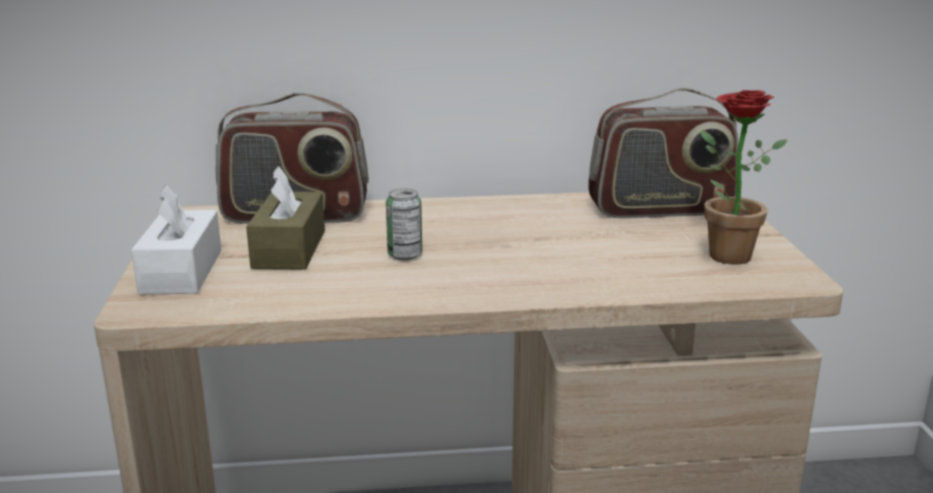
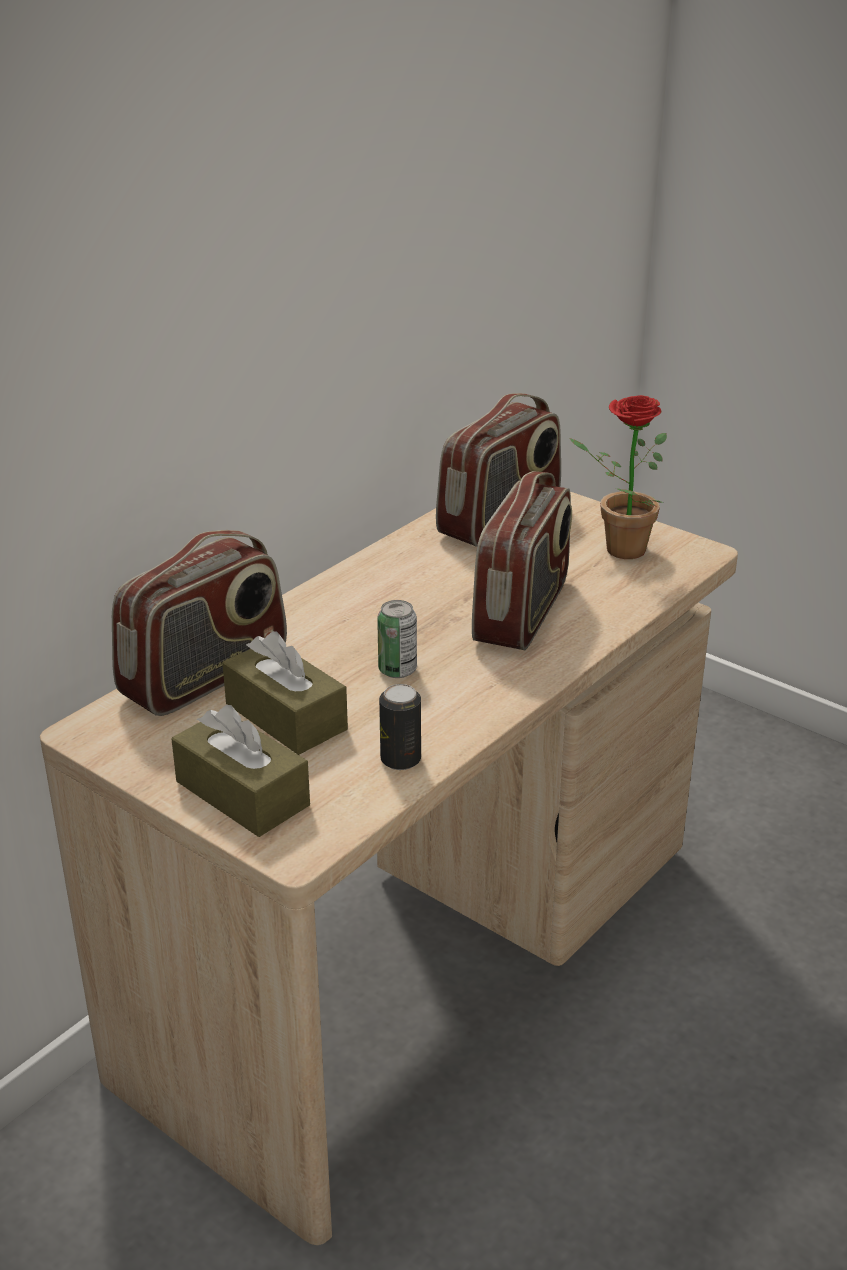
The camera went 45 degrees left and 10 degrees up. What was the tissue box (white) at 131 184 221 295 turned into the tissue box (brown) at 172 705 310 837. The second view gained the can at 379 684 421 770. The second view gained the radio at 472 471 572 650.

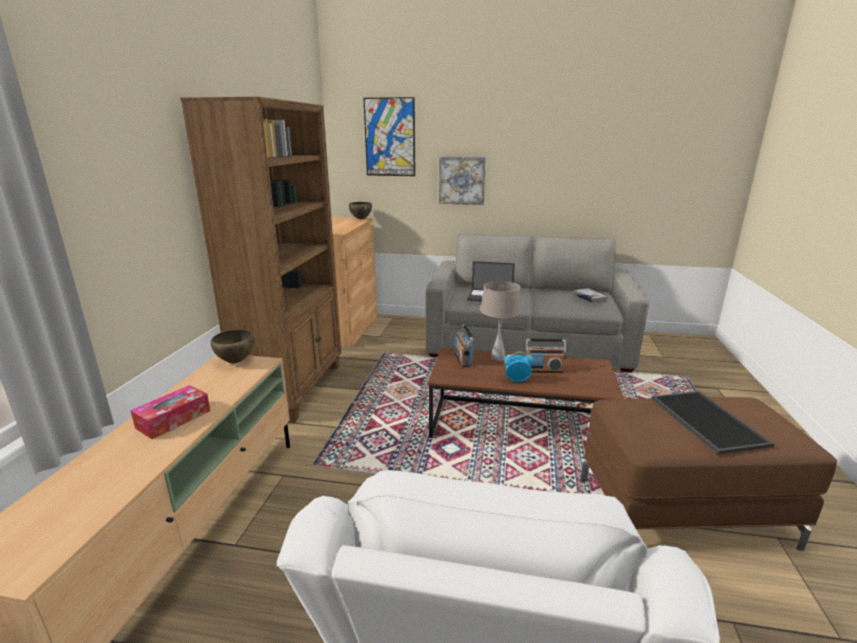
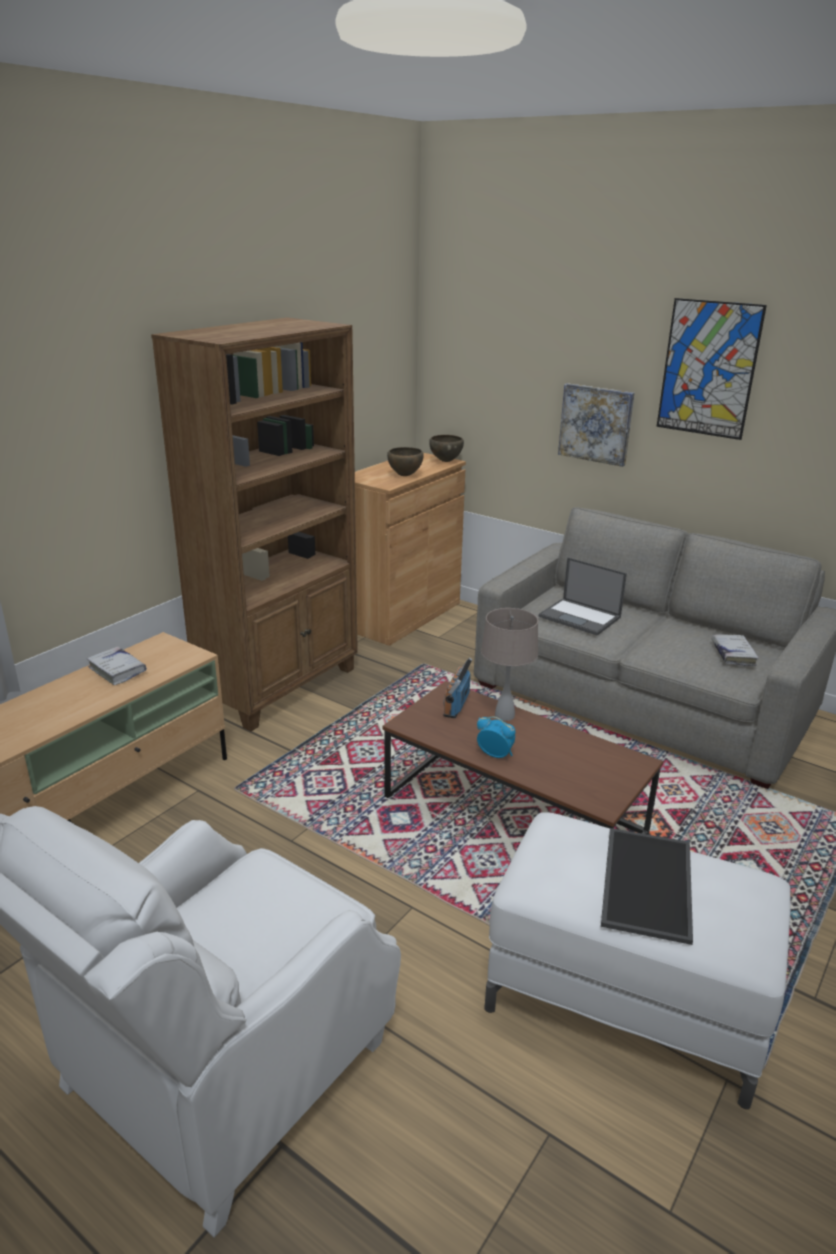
The camera went 25 degrees right and 5 degrees up. The second view lost the tissue box at 130 385 210 439. The bowl (brown) ended up elsewhere, having gone from 211 330 254 363 to 387 447 424 476. The picture ended up elsewhere, having gone from 363 97 415 176 to 656 298 767 440. The second view lost the radio at 526 339 566 373. What was the ottoman (brown) at 580 397 837 551 turned into the ottoman (white) at 484 812 790 1109. The second view gained the book (white) at 87 647 147 685.

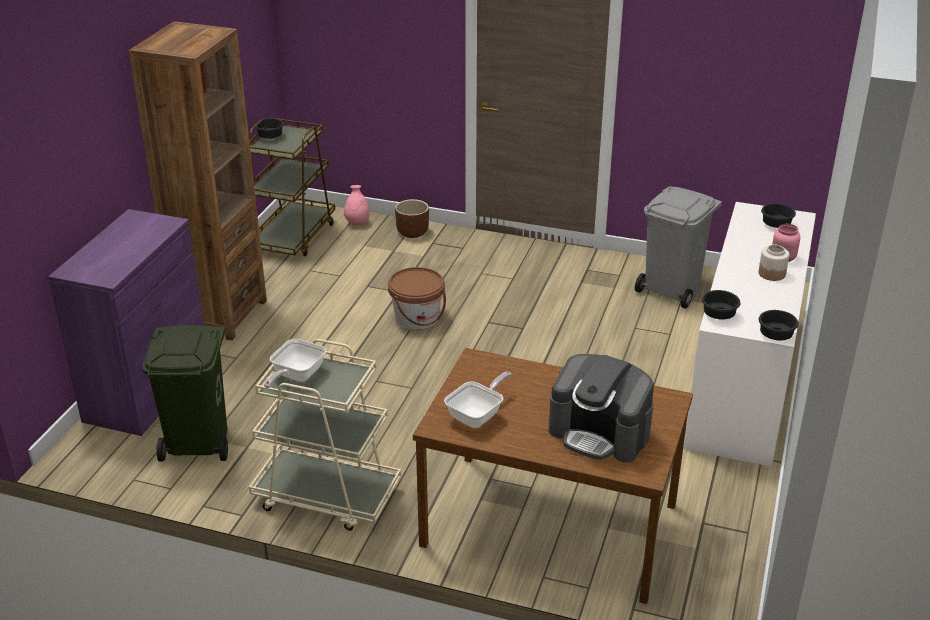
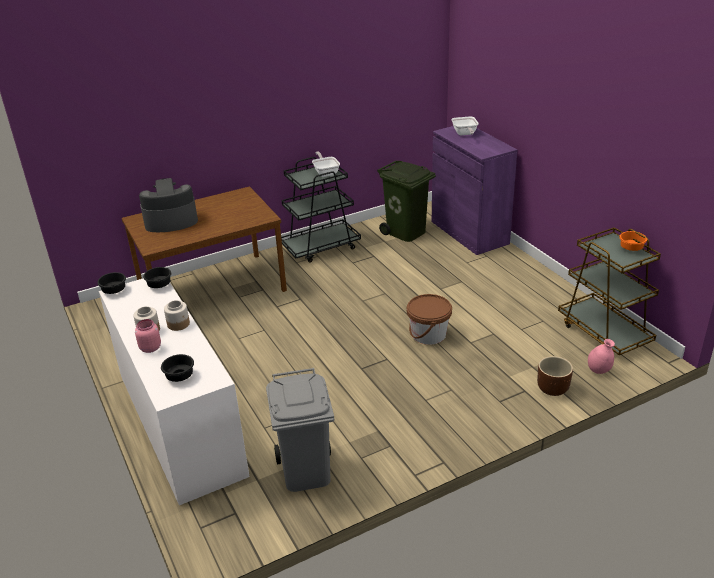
The camera went 135 degrees right and 0 degrees up. The second view lost the bookcase (brown) at 129 21 267 341. What was the cart (beige) at 249 339 401 531 turned into the cart (black) at 281 157 361 263. What was the bowl (black) at 255 118 284 139 turned into the bowl (orange) at 619 231 647 251. The frying pan ended up elsewhere, having gone from 444 372 511 428 to 451 117 479 135. The second view gained the jar at 164 300 190 331.

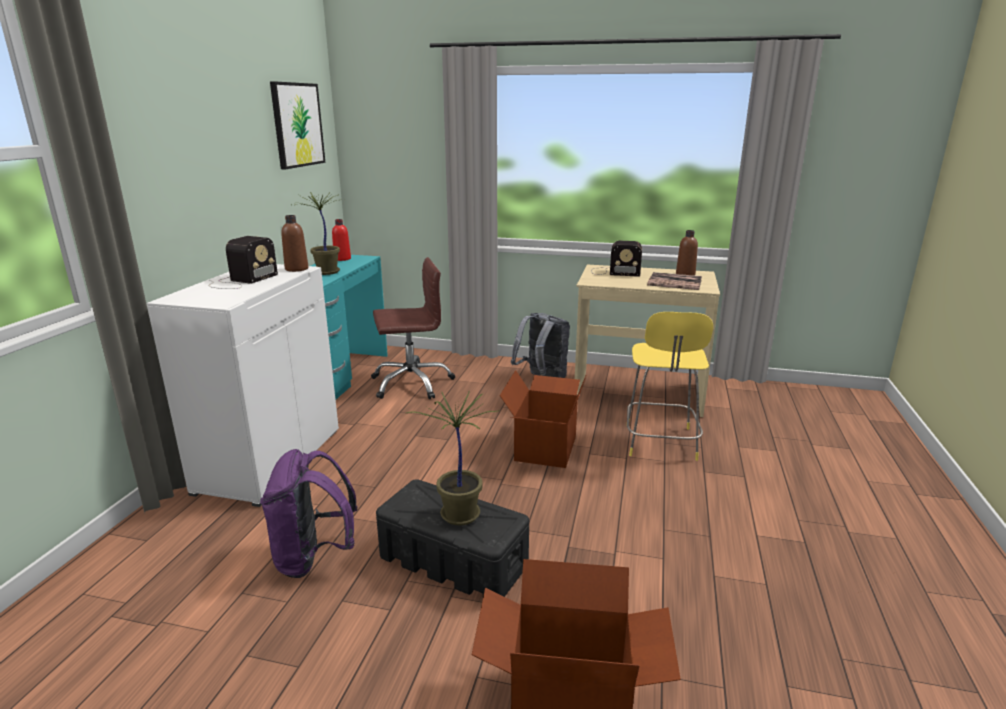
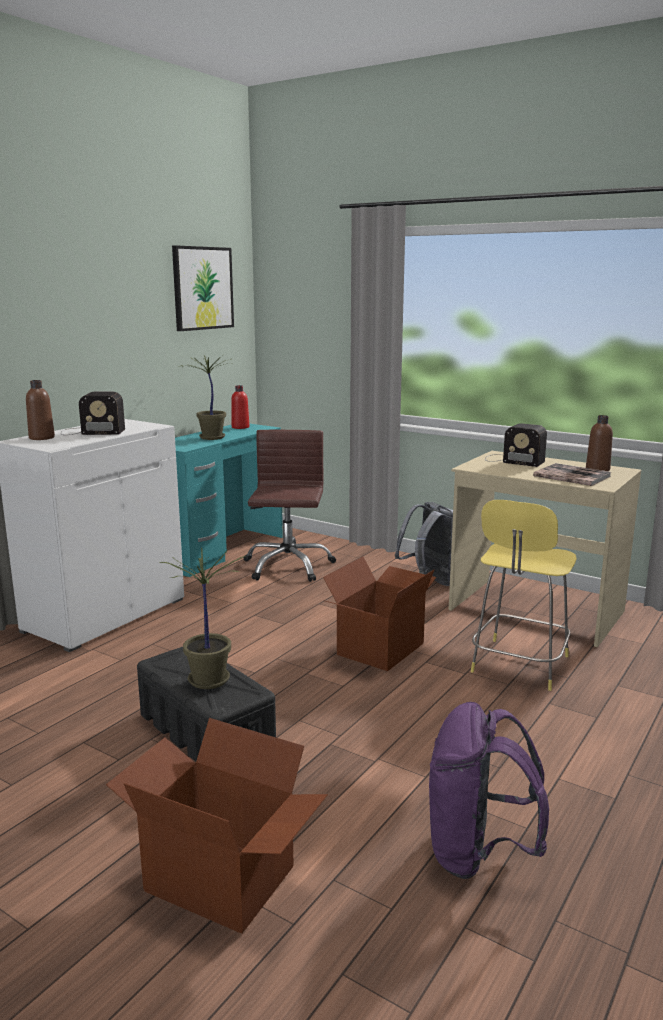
The camera went 20 degrees right and 5 degrees down. The radio at 209 236 278 289 ended up facing another way, 45 degrees clockwise from before. The backpack (purple) ended up elsewhere, having gone from 260 449 357 578 to 429 702 549 879. The bottle (brown) ended up elsewhere, having gone from 281 215 309 272 to 26 380 55 440. The office chair (brown) at 371 257 455 399 ended up facing another way, 90 degrees counterclockwise from before.

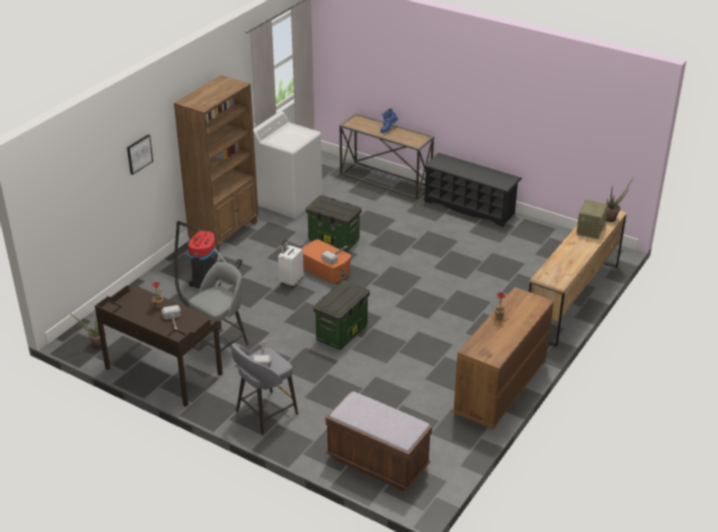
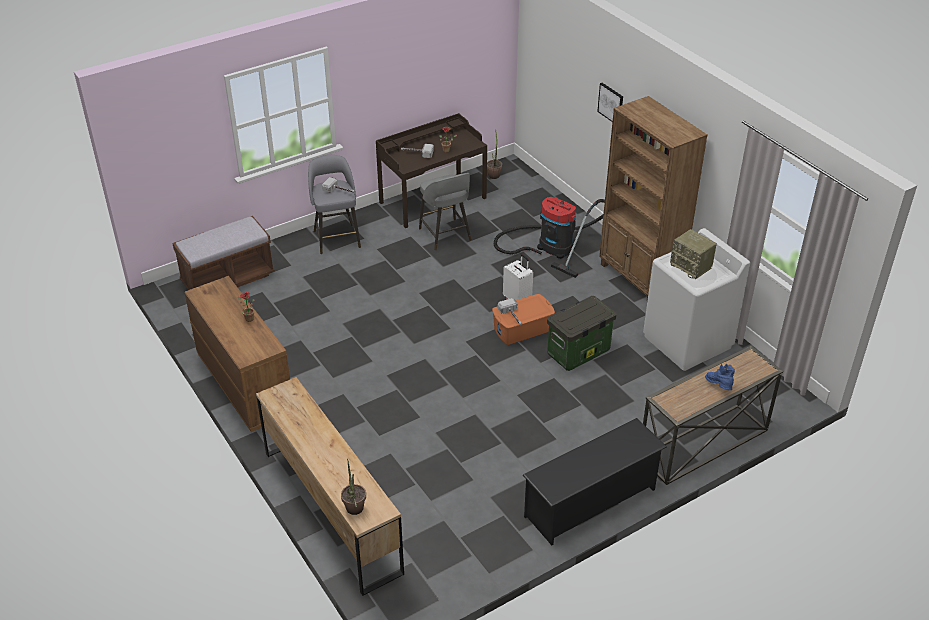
The camera went 115 degrees right and 5 degrees up. The second view lost the storage box at 313 280 370 350. The radio ended up elsewhere, having gone from 577 200 608 239 to 670 229 717 279.

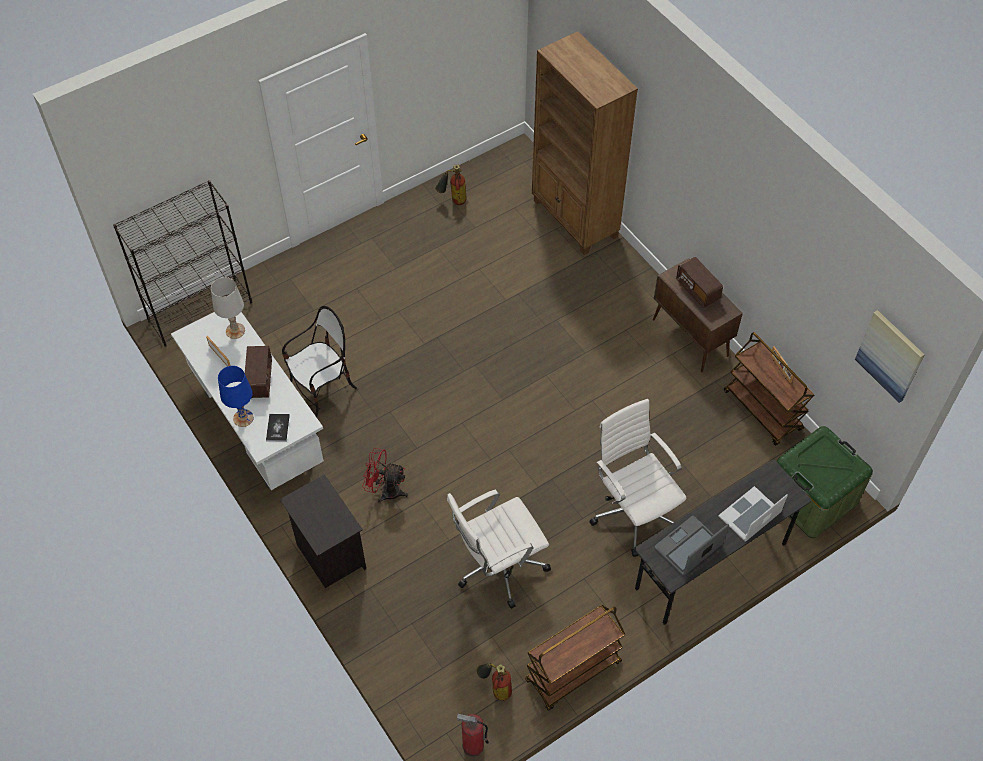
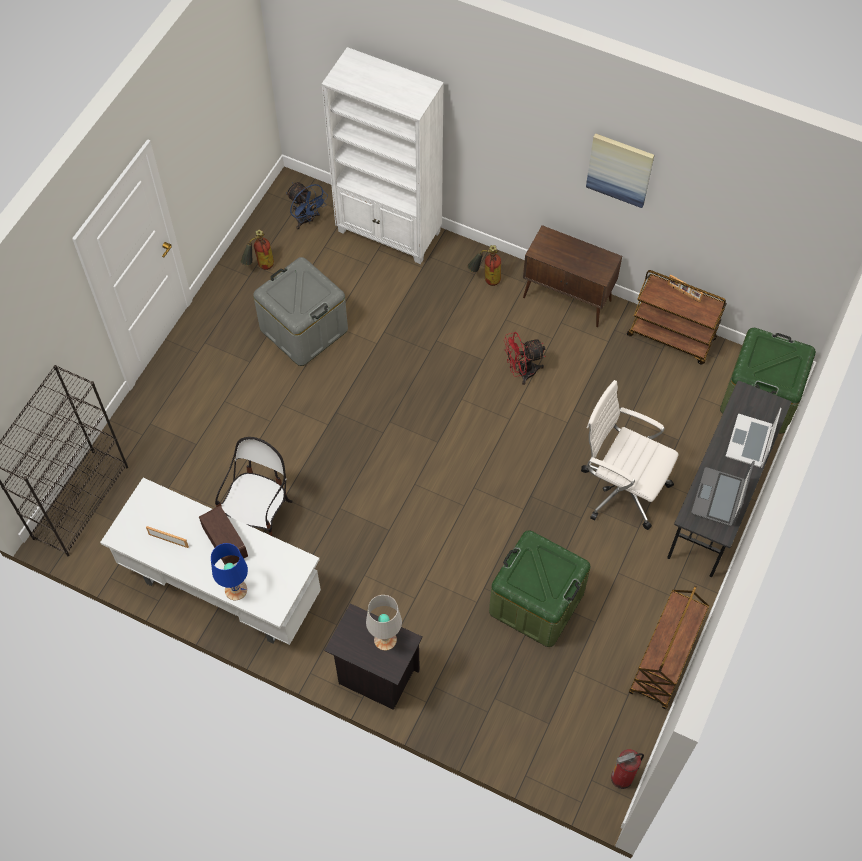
The camera went 30 degrees left and 5 degrees up. The table lamp (white) ended up elsewhere, having gone from 211 277 245 339 to 366 595 402 651. The second view lost the book at 266 414 290 442. The fan (red) ended up elsewhere, having gone from 362 448 408 503 to 504 332 545 385. Where the office chair (white) stood at 447 490 551 609, the storage box (green) came to stand at 489 530 591 647. The fire extinguisher ended up elsewhere, having gone from 477 663 512 701 to 468 245 501 286. What was the bookcase (brown) at 532 31 638 255 turned into the bookcase (white) at 322 47 444 264. The second view lost the radio at 676 257 723 308. The picture ended up elsewhere, having gone from 855 310 925 403 to 586 133 654 208. The second view gained the storage box (grey) at 253 257 348 366. The second view gained the fan (blue) at 286 182 328 229.

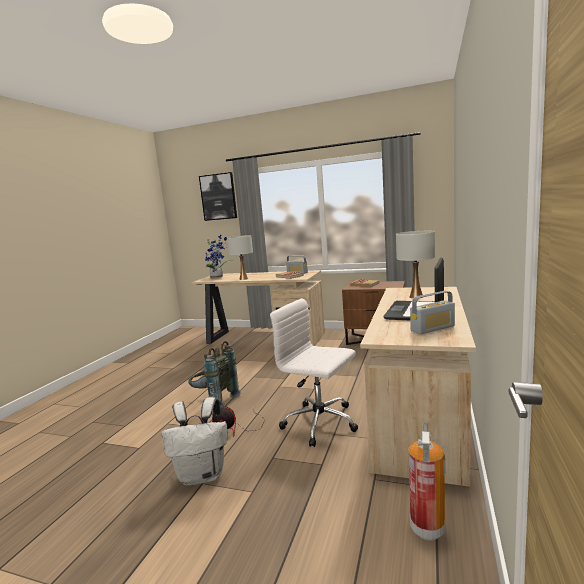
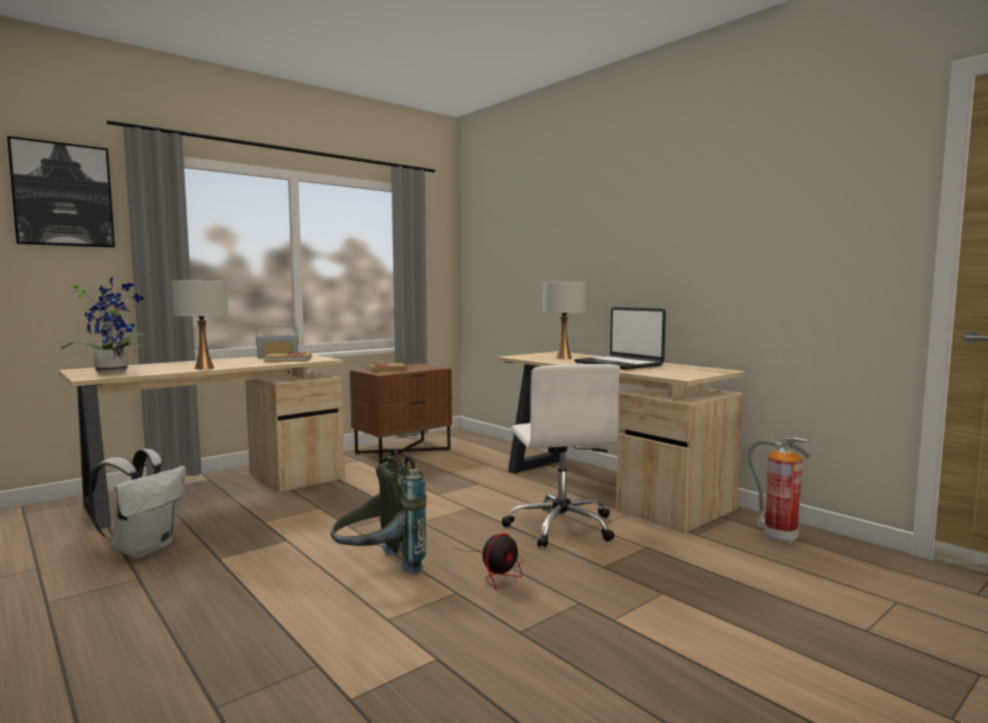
The camera went 60 degrees left and 5 degrees down. The backpack (white) ended up elsewhere, having gone from 162 397 228 486 to 88 449 186 558. The office chair (white) at 270 298 358 447 ended up facing another way, 75 degrees counterclockwise from before. The second view lost the radio at 410 291 455 334.

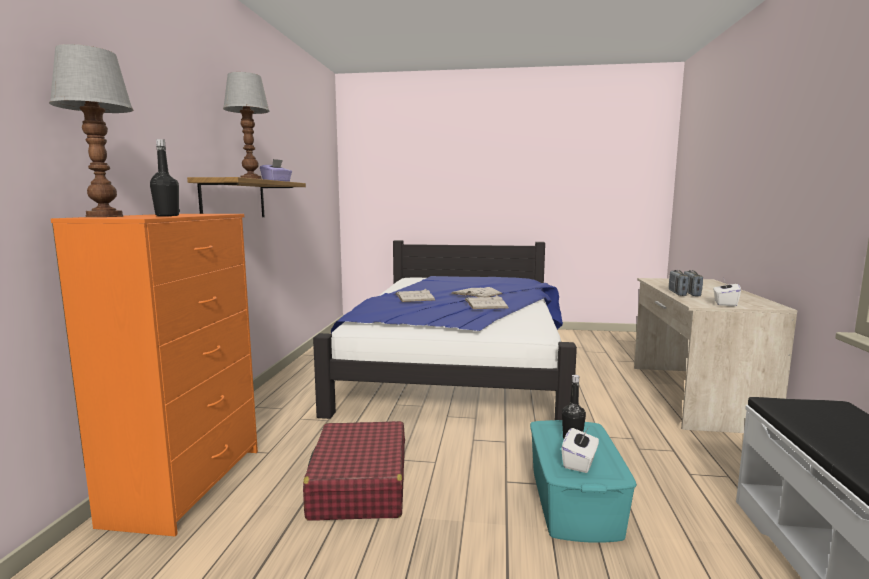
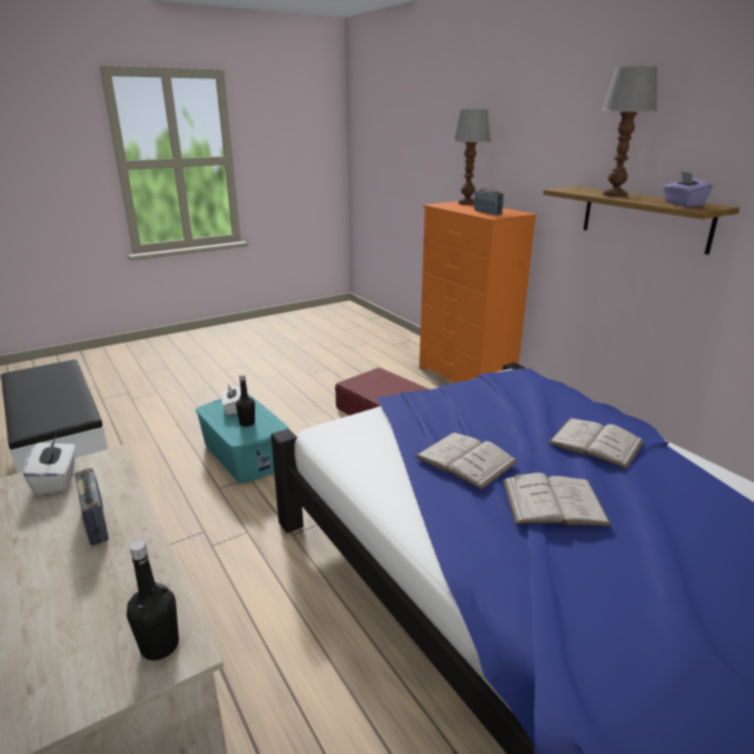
The camera went 140 degrees right and 15 degrees up. The bottle (black) ended up elsewhere, having gone from 150 139 180 216 to 127 540 179 661. The radio ended up elsewhere, having gone from 669 270 689 296 to 474 188 504 215.

